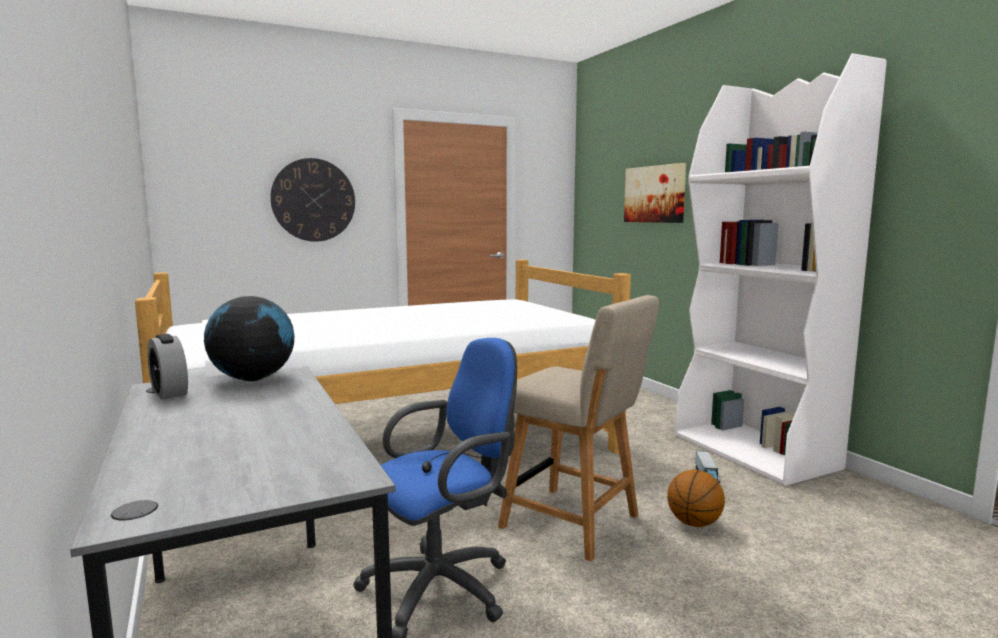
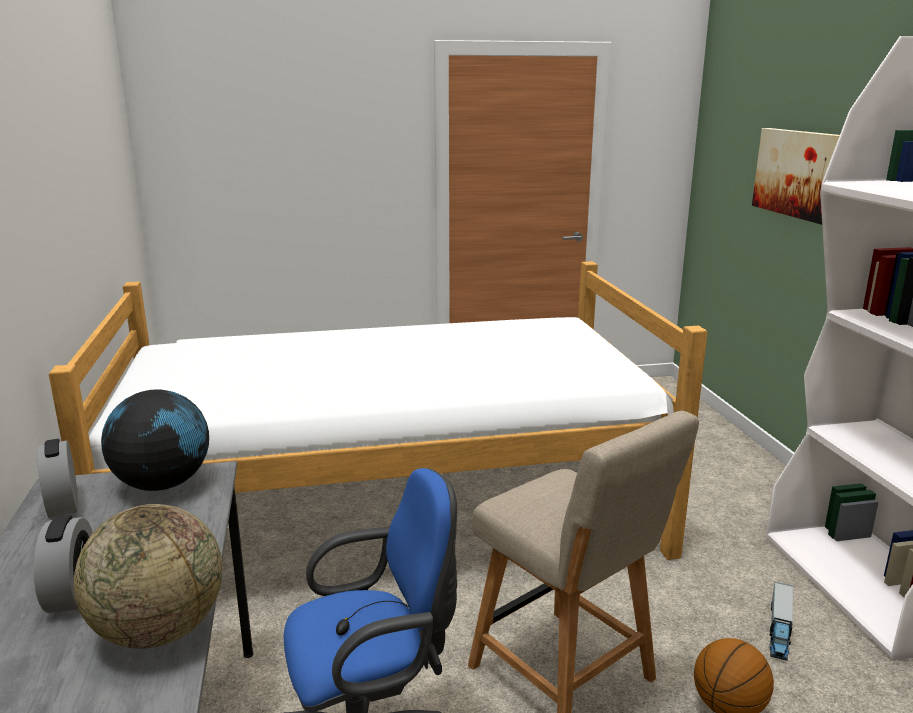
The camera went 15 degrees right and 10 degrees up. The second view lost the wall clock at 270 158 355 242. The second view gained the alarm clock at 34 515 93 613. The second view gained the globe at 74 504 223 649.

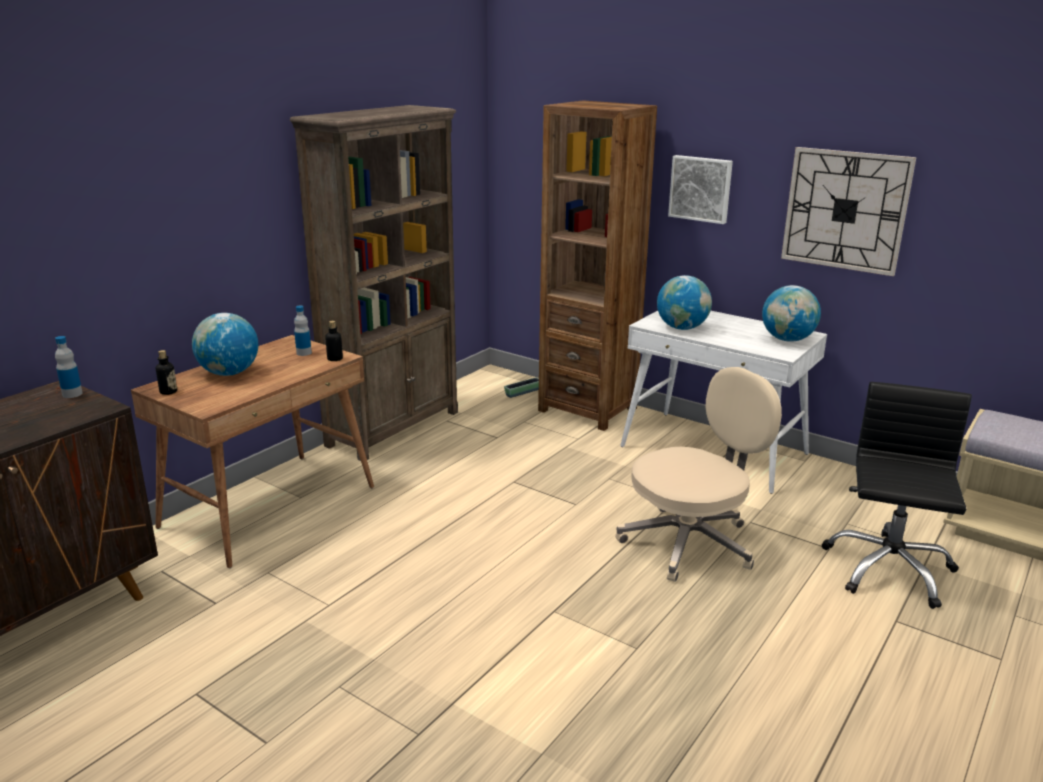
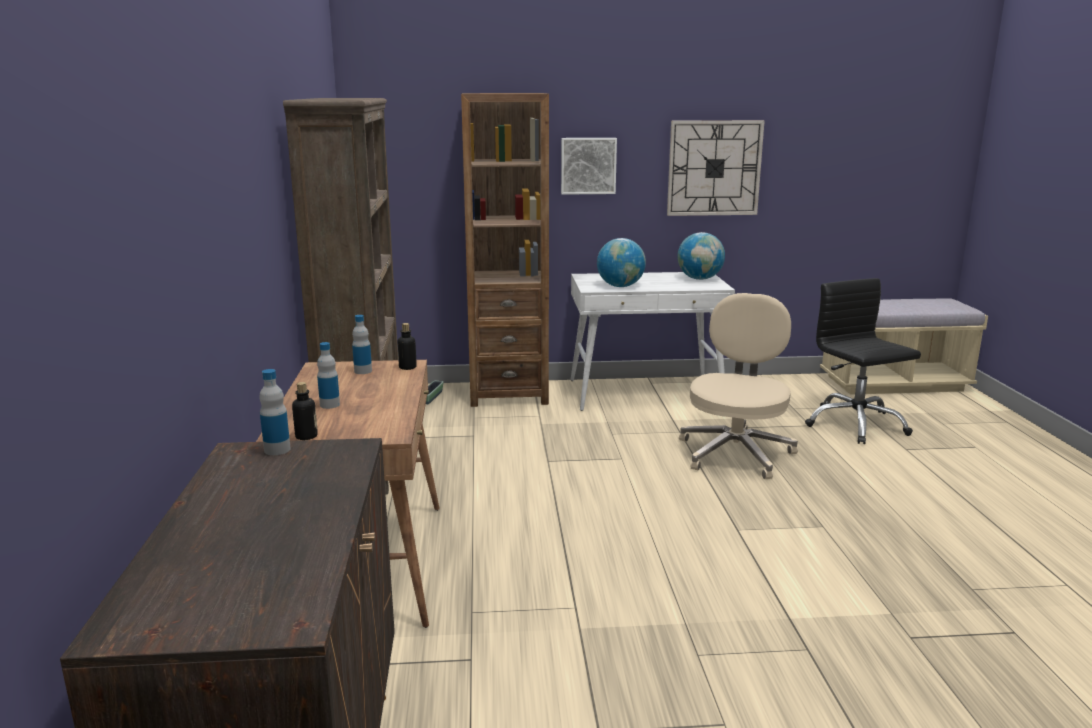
The camera went 40 degrees left and 5 degrees down. Where the globe stood at 192 313 258 376, the bottle came to stand at 317 342 340 409.

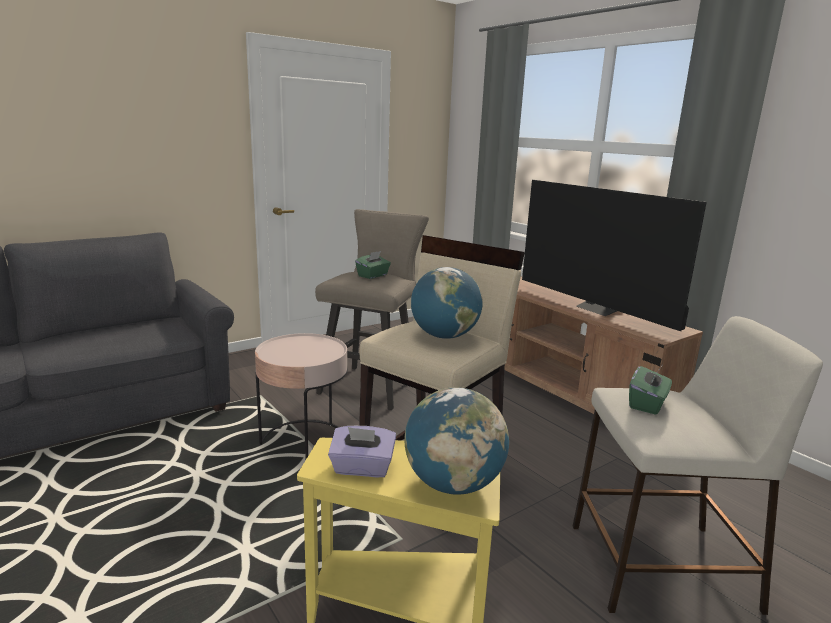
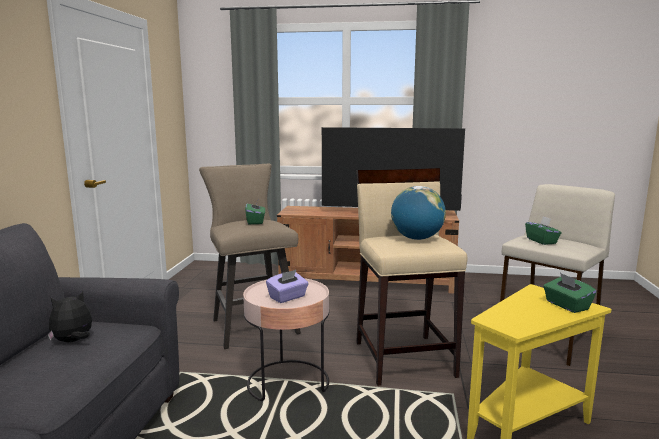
The camera went 45 degrees left and 5 degrees down. The tissue box (purple) ended up elsewhere, having gone from 328 426 396 477 to 266 270 309 303. Where the globe stood at 405 387 509 495, the tissue box (green) came to stand at 543 273 596 313. The second view gained the plush toy at 48 291 92 342.

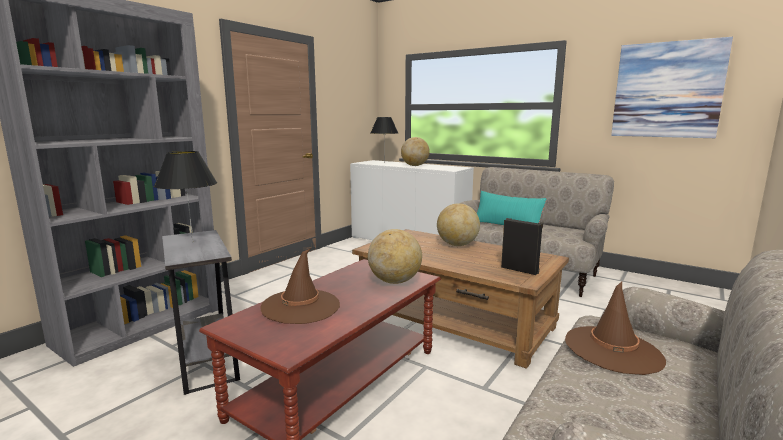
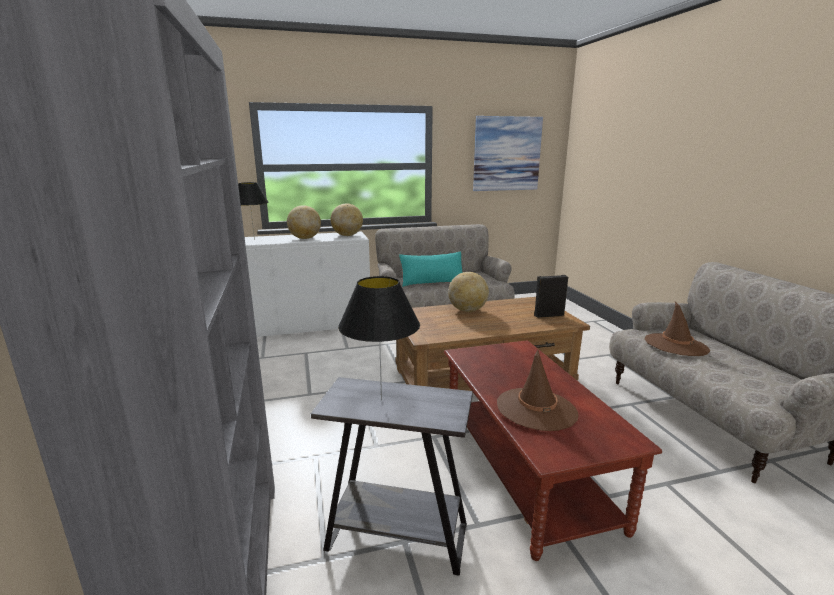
The camera went 50 degrees left and 5 degrees up. The globe ended up elsewhere, having gone from 368 229 422 284 to 330 204 363 236.

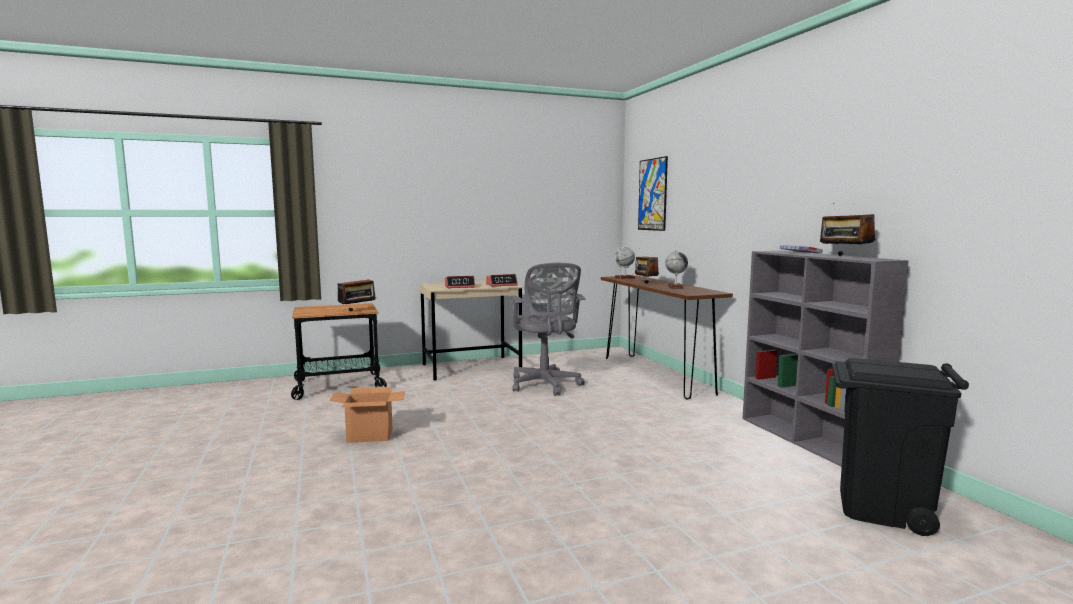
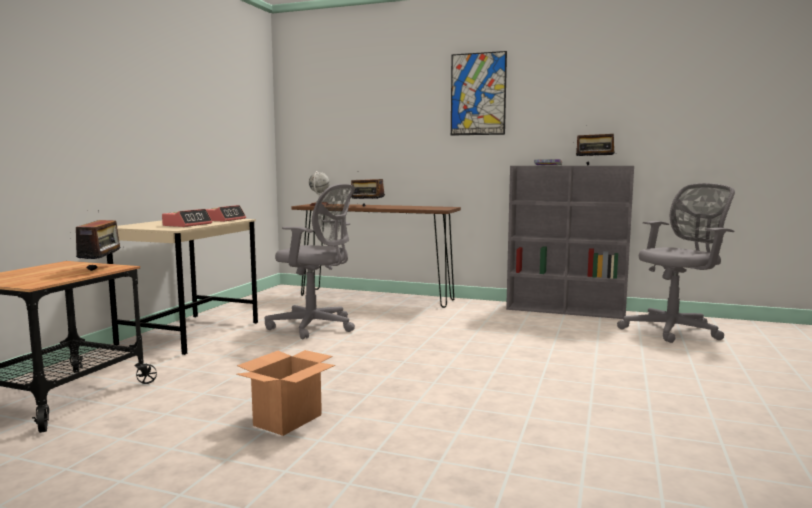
The camera went 50 degrees left and 0 degrees up. The picture ended up elsewhere, having gone from 638 156 668 231 to 451 51 507 136. The second view lost the globe at 665 250 688 289. Where the trash can (black) stood at 832 358 969 536, the office chair (grey) came to stand at 617 183 735 343.

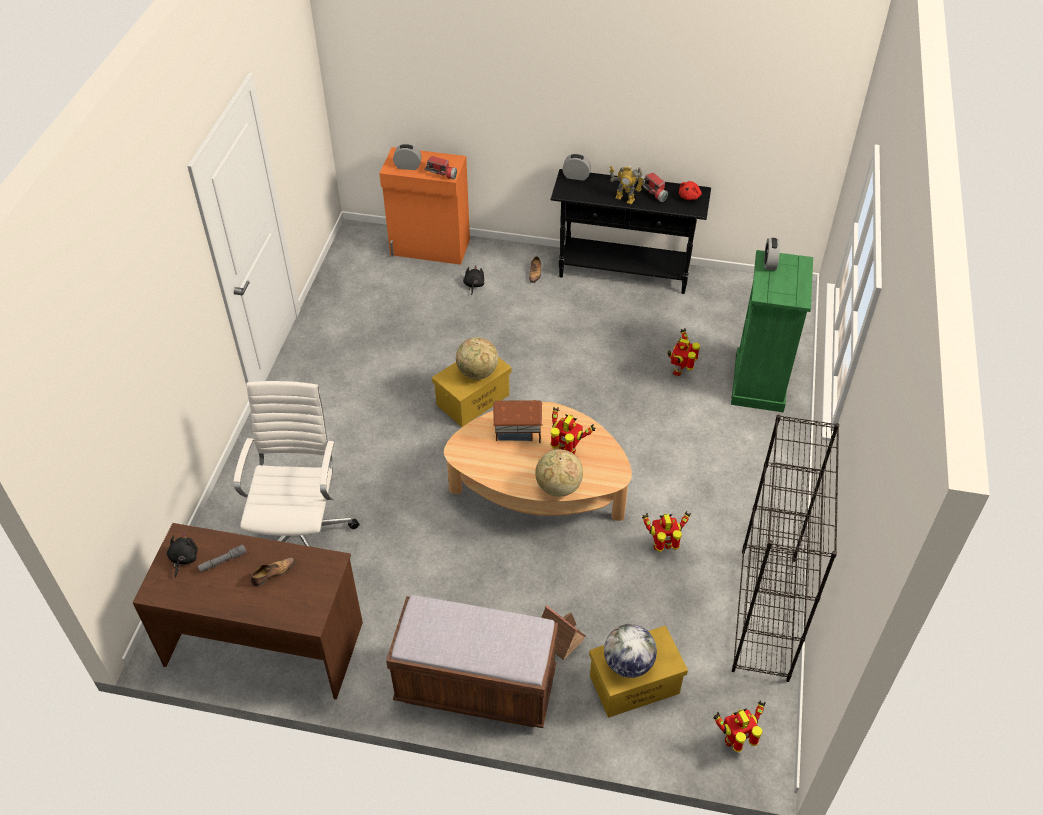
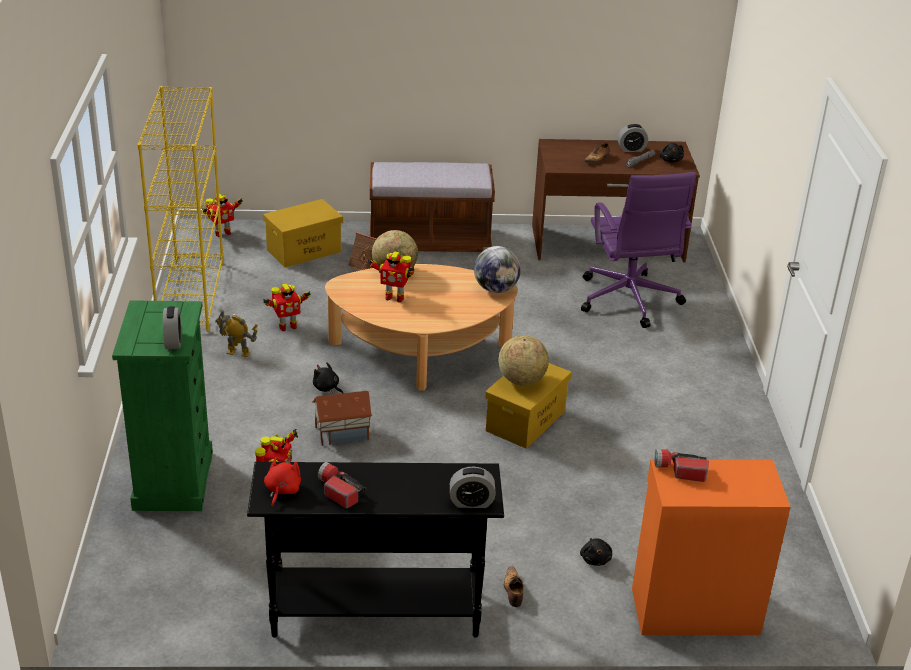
The camera went 165 degrees right and 15 degrees down. What was the office chair (white) at 233 381 359 547 turned into the office chair (purple) at 581 172 696 328. The alarm clock ended up elsewhere, having gone from 393 144 422 170 to 618 124 648 152. The toy house ended up elsewhere, having gone from 493 400 543 443 to 312 391 372 446. The globe ended up elsewhere, having gone from 604 624 657 678 to 474 246 521 293. The toy robot ended up elsewhere, having gone from 610 166 645 204 to 215 310 258 357. What was the bookcase (black) at 732 415 839 682 turned into the bookcase (yellow) at 137 86 224 332. The second view gained the plush toy (black) at 313 362 343 394.

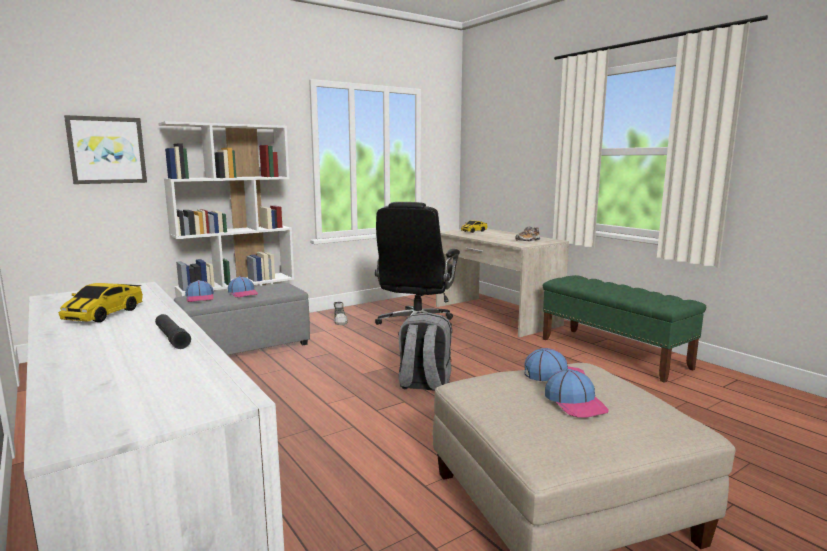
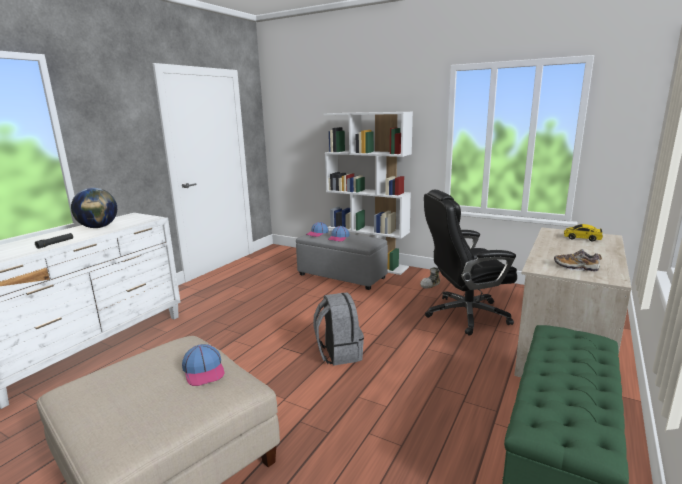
The camera went 65 degrees right and 5 degrees up. Where the toy car stood at 58 283 143 322, the globe came to stand at 71 188 117 228. The second view lost the picture at 64 115 147 184. The second view lost the cap at 545 369 609 418.

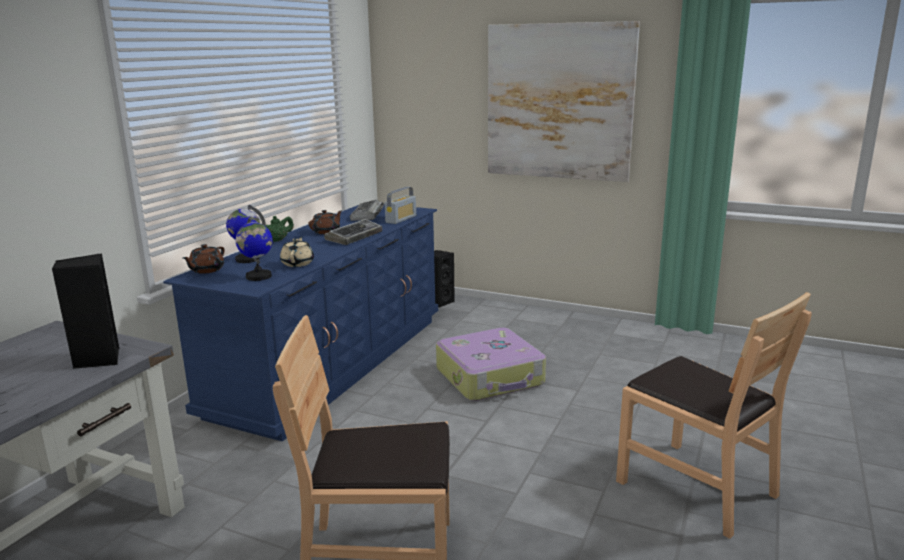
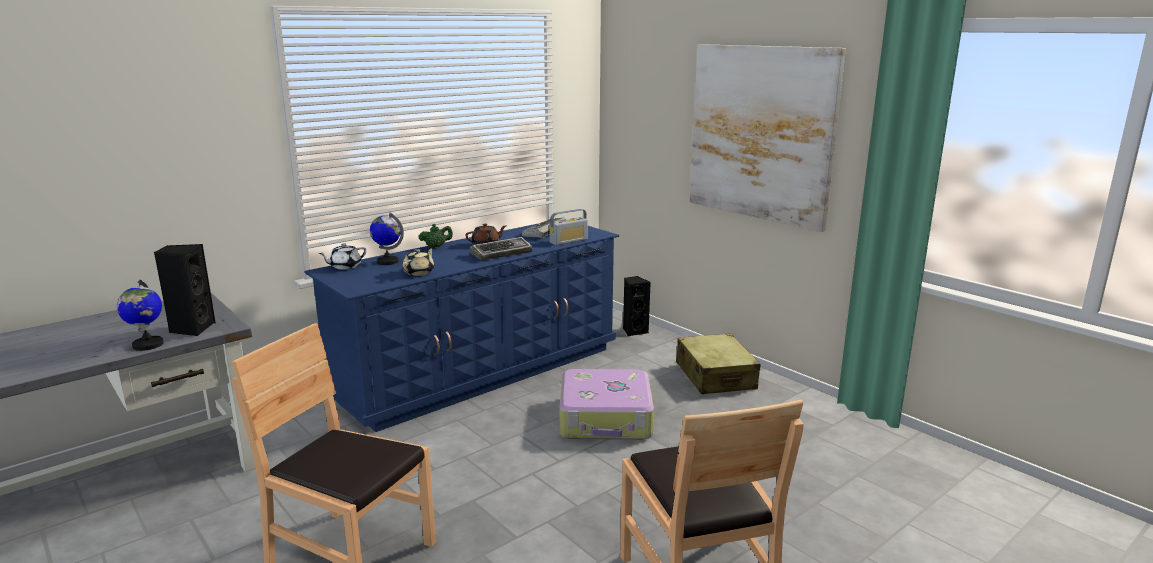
The camera went 25 degrees right and 0 degrees up. What was the teapot (brown) at 183 244 224 274 turned into the teapot (white) at 319 243 367 270. The globe ended up elsewhere, having gone from 236 217 273 281 to 117 280 164 351. The second view gained the suitcase (beige) at 676 333 761 394.

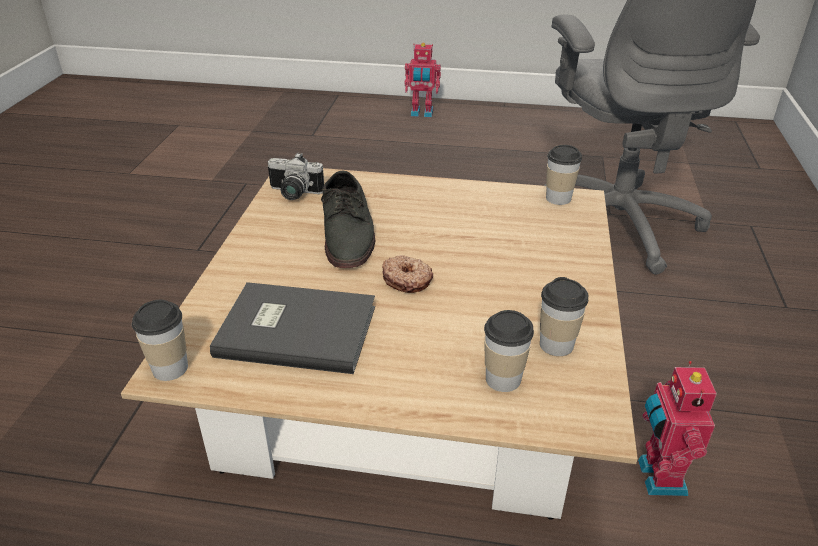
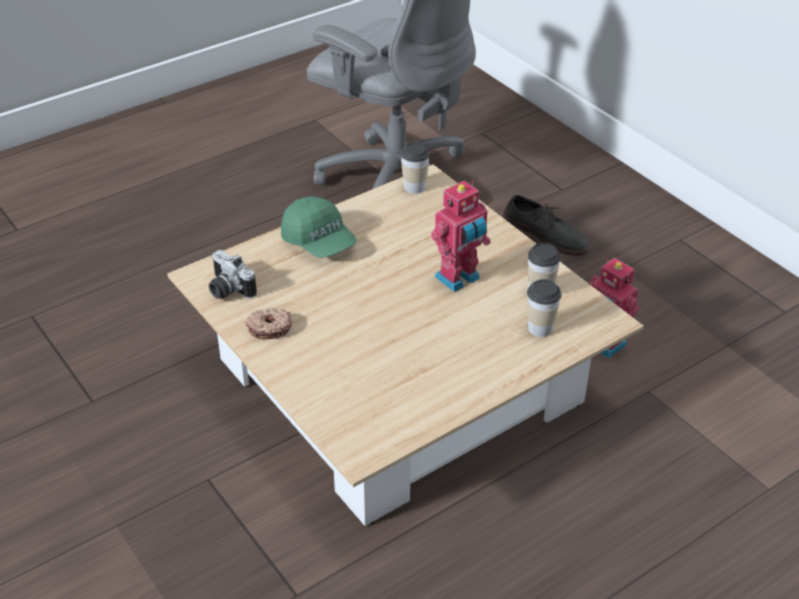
The camera went 45 degrees left and 5 degrees up. The second view lost the cup at 132 300 188 381. The second view lost the book (grey) at 210 282 375 374. The photo camera at 267 153 324 200 ended up facing another way, 75 degrees clockwise from before. The shoe (grey) ended up elsewhere, having gone from 321 171 375 268 to 503 195 590 256. The donut ended up elsewhere, having gone from 382 255 433 293 to 245 307 292 339. The toy robot ended up elsewhere, having gone from 405 43 441 117 to 431 181 491 292. The second view gained the cap (green) at 281 196 356 258.

